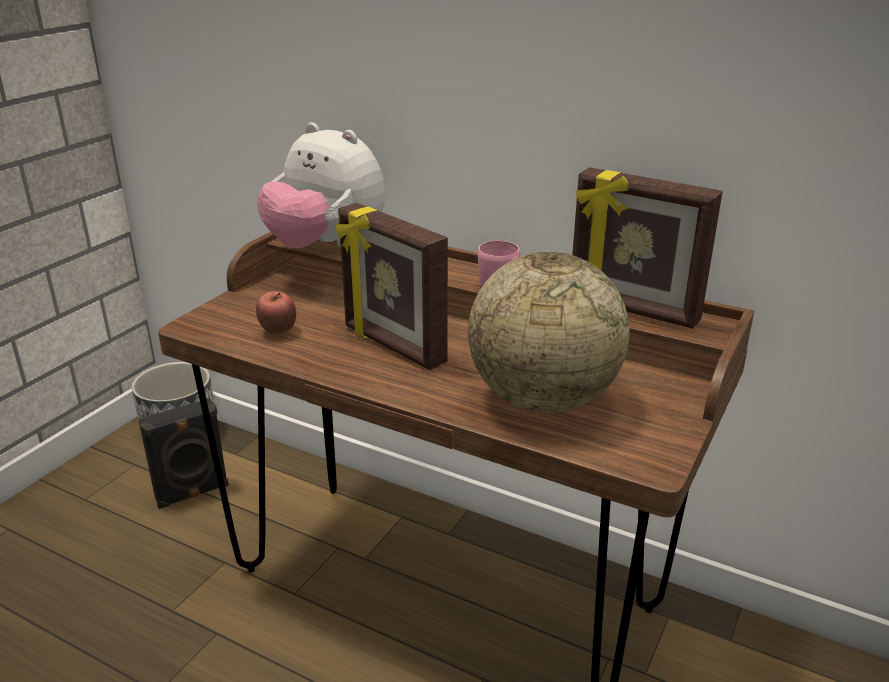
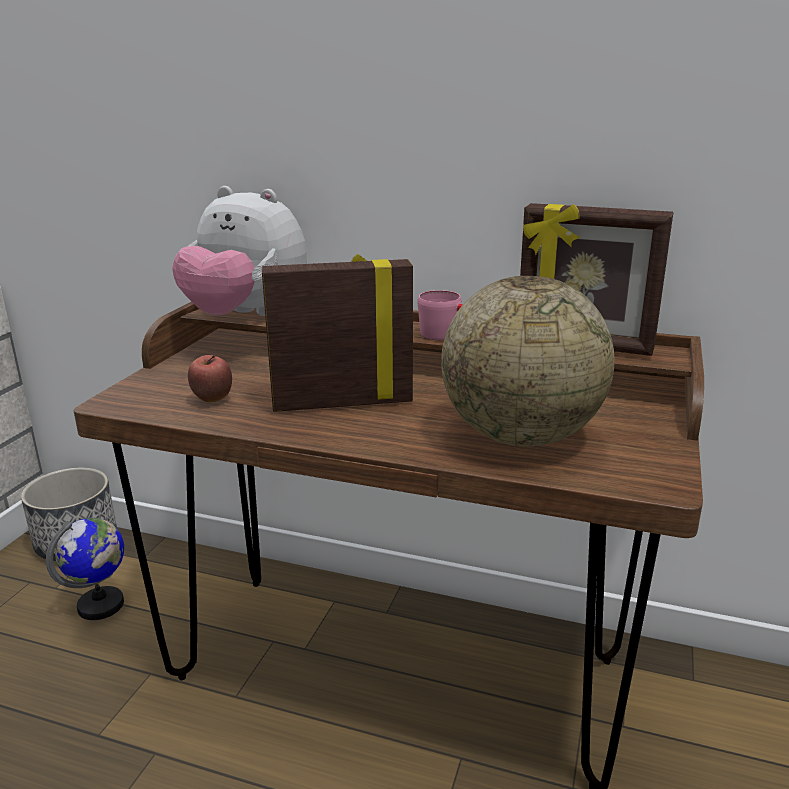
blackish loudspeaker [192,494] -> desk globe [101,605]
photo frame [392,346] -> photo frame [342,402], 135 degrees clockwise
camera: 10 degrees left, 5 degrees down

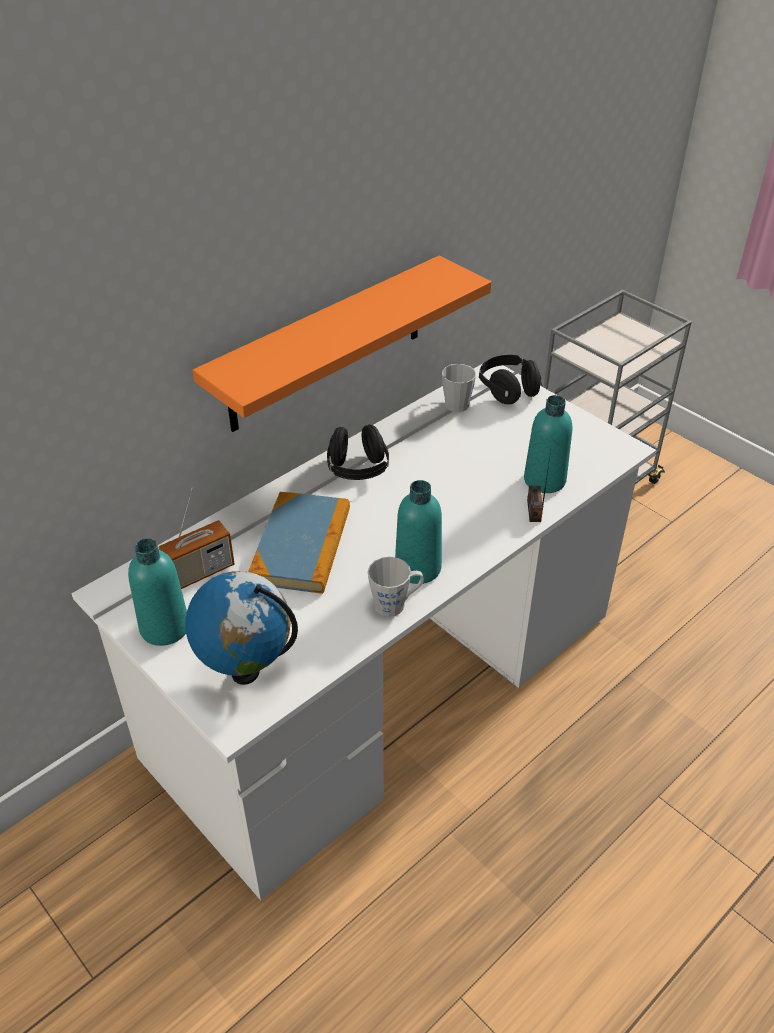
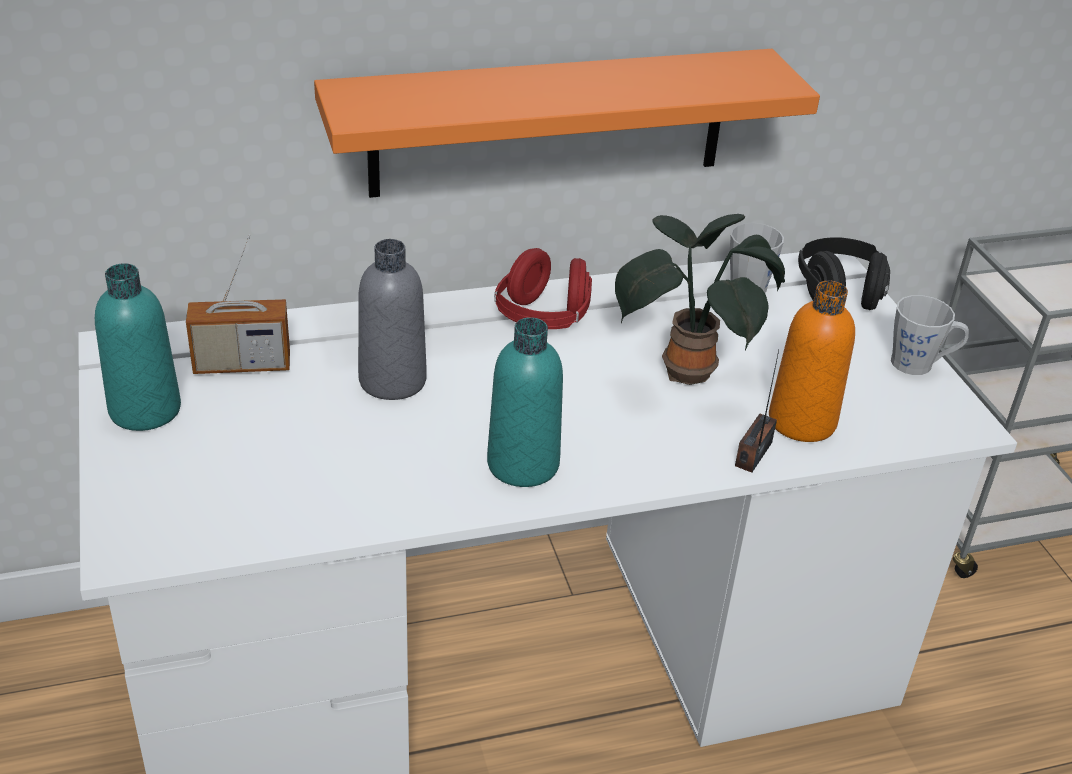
desk globe [246,671] -> none
none -> houseplant [687,369]
gray tea mug [395,604] -> gray tea mug [919,364], move
volume [302,546] -> gray drink bottle [392,380]
blackish pair of headphones [358,470] -> red-coloured pair of headphones [543,318]
turquoise drink bottle [544,480] -> orange drink bottle [802,421]
camera: 25 degrees right, 5 degrees down

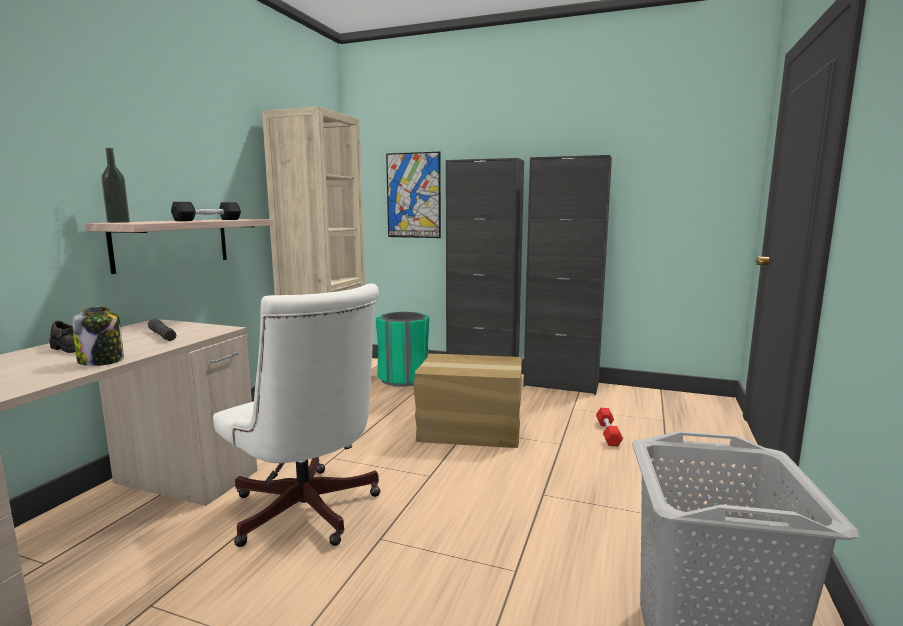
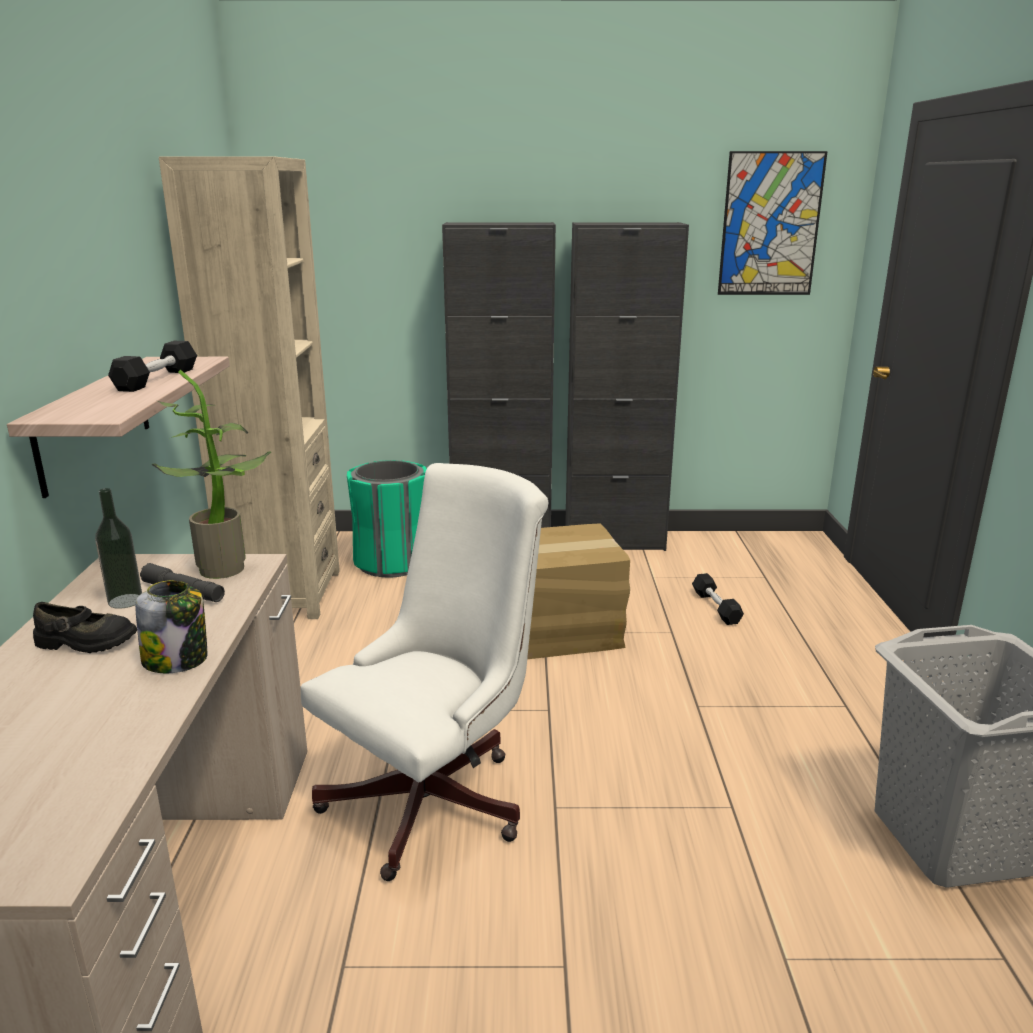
none -> houseplant [227,566]
drink bottle [118,222] -> drink bottle [125,601], move
picture [413,195] -> picture [770,224], move
red-coloured hand weight [608,433] -> blackish hand weight [716,607]
whitish computer chair [307,514] -> whitish computer chair [437,797], 75 degrees counterclockwise
camera: 20 degrees left, 10 degrees up

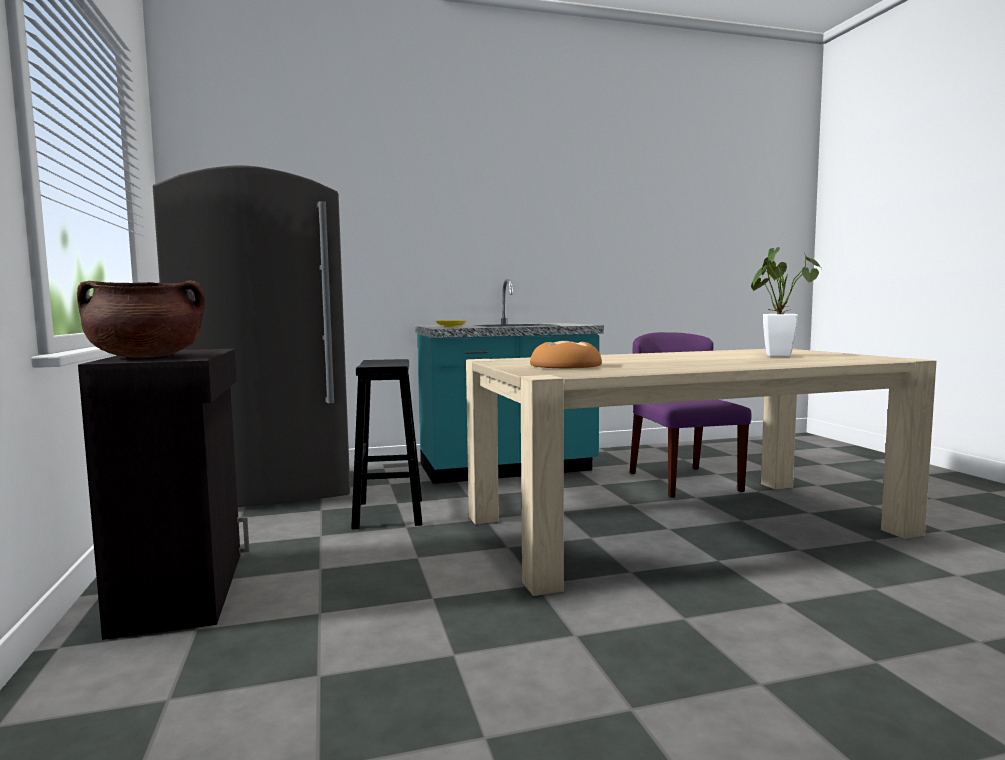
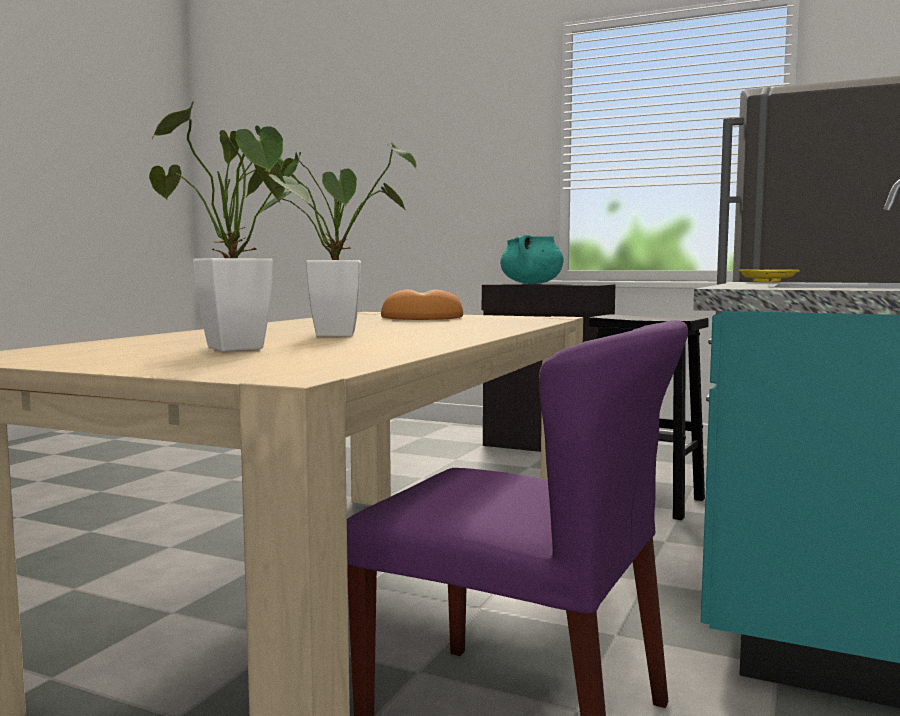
none -> houseplant [323,335]
brownish saucepot [146,357] -> turquoise saucepot [531,283]
camera: 130 degrees right, 0 degrees up

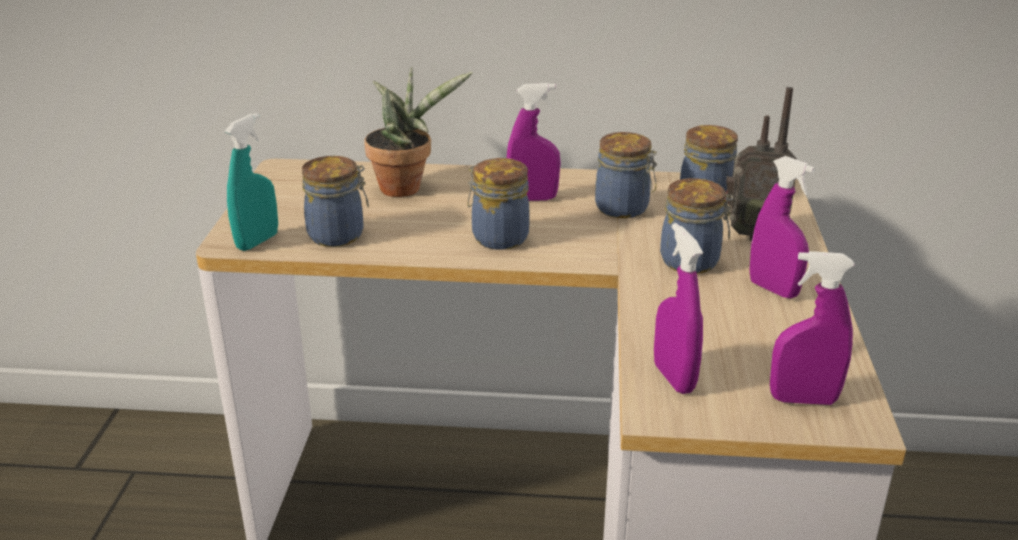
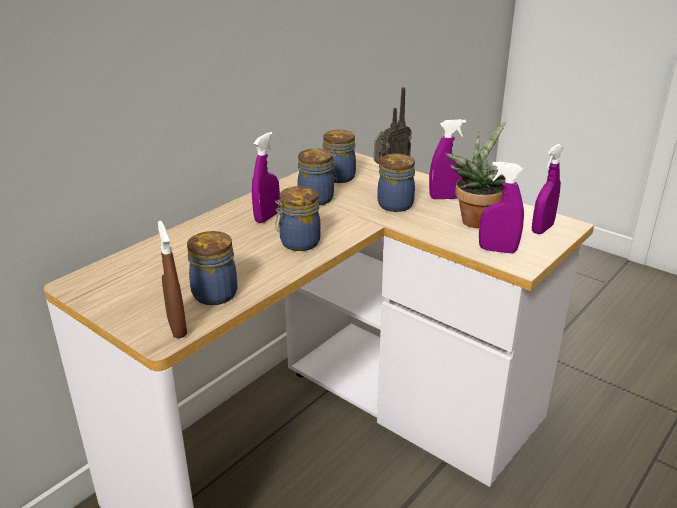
houseplant [406,187] -> houseplant [475,219], move
turquoise sprayer [257,241] -> brownish sprayer [177,327]
camera: 55 degrees left, 0 degrees up

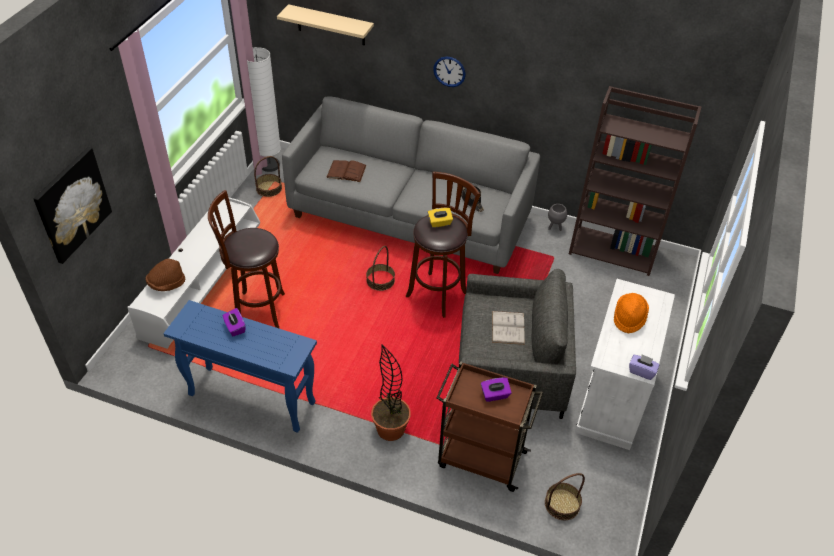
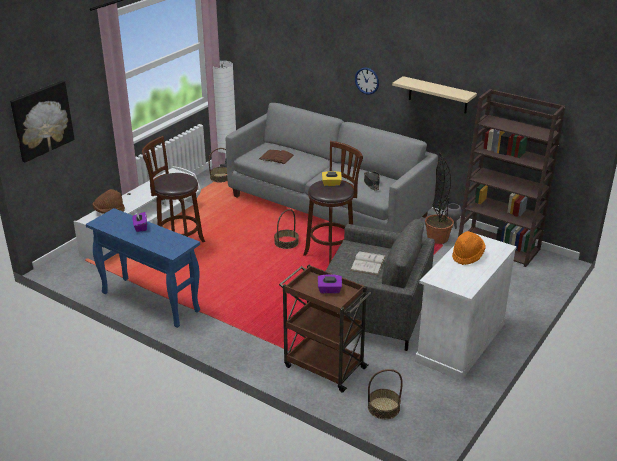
purple tissue box [642,371] -> none
beige-coloured wall shelf [331,25] -> beige-coloured wall shelf [438,95], move
houseplant [390,429] -> houseplant [437,238], move
camera: 15 degrees right, 15 degrees down

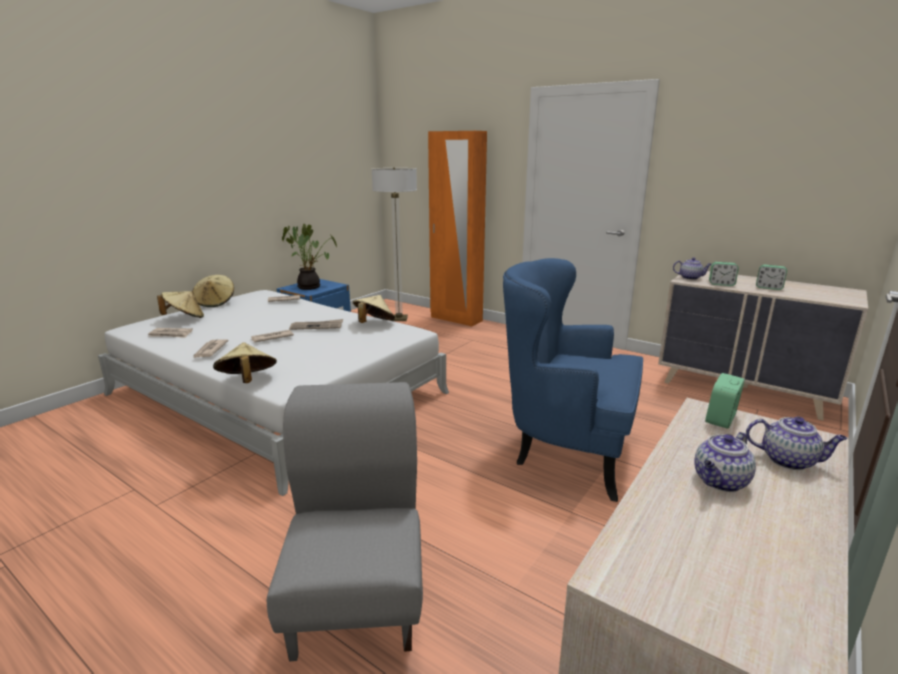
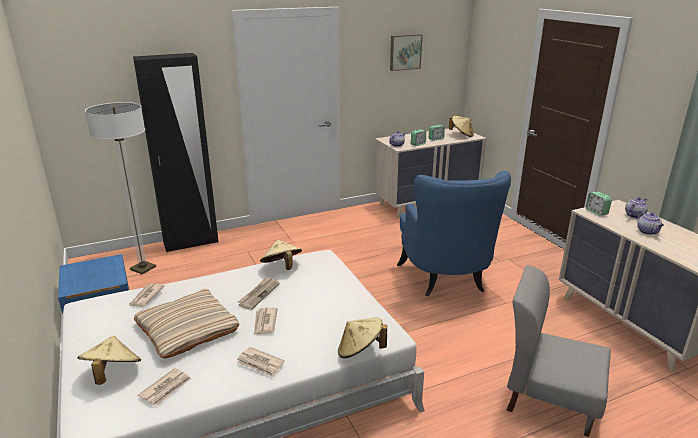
houseplant [311,287] -> none
none -> beige-coloured cushion [187,328]
none -> picture [405,52]
beige-coloured clothing hat [215,302] -> beige-coloured clothing hat [461,135], move
orange wardrobe [456,319] -> blackish wardrobe [191,243]
bluish armchair [565,450] -> bluish armchair [447,280], 60 degrees counterclockwise
camera: 60 degrees left, 5 degrees up

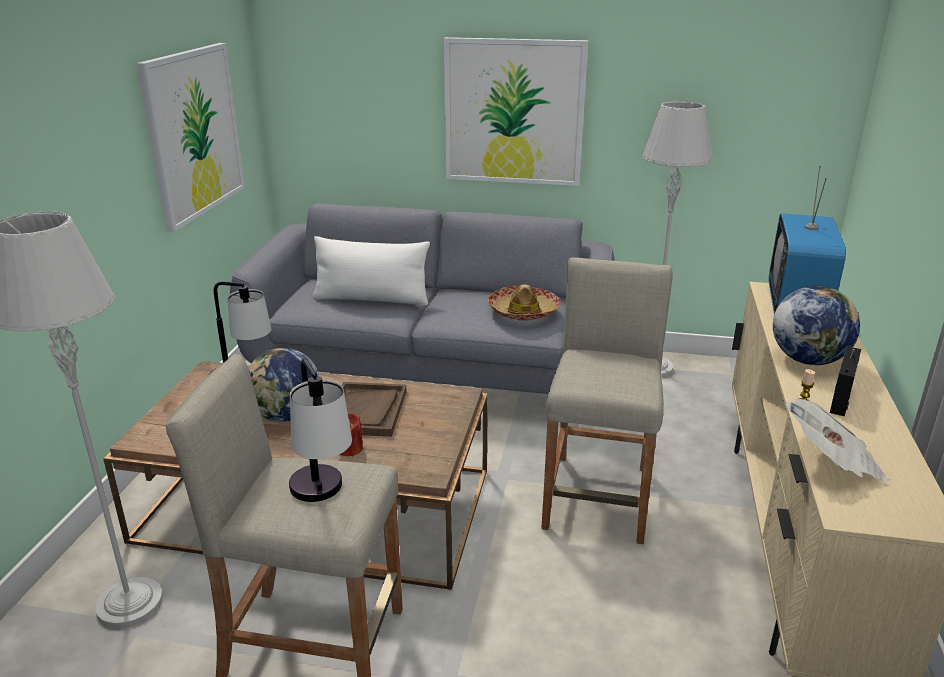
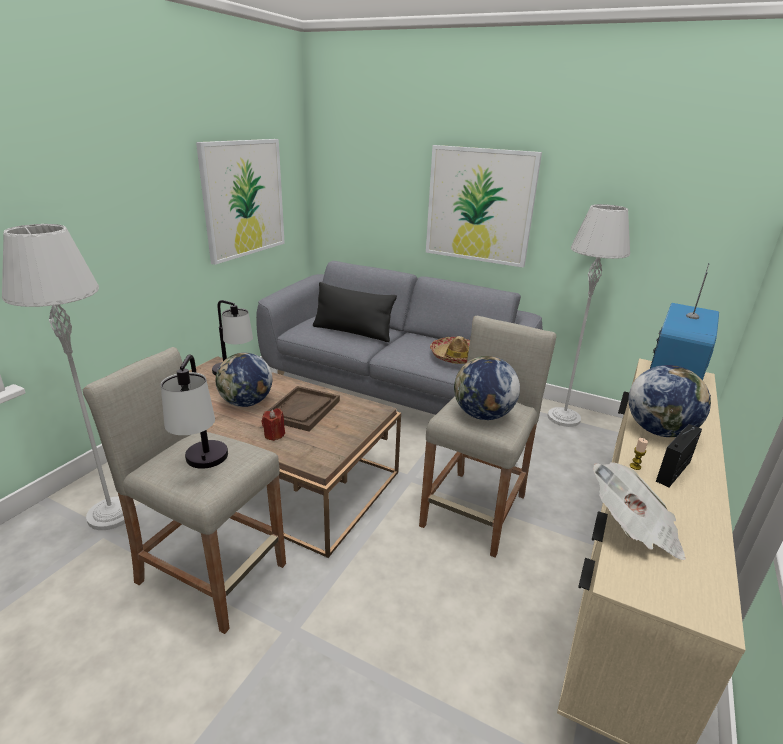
none -> desk globe [482,415]
whitish cushion [372,299] -> blackish cushion [352,332]
camera: 15 degrees right, 0 degrees up

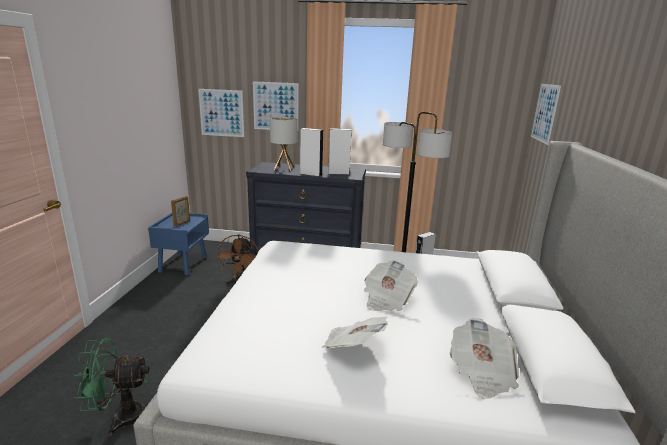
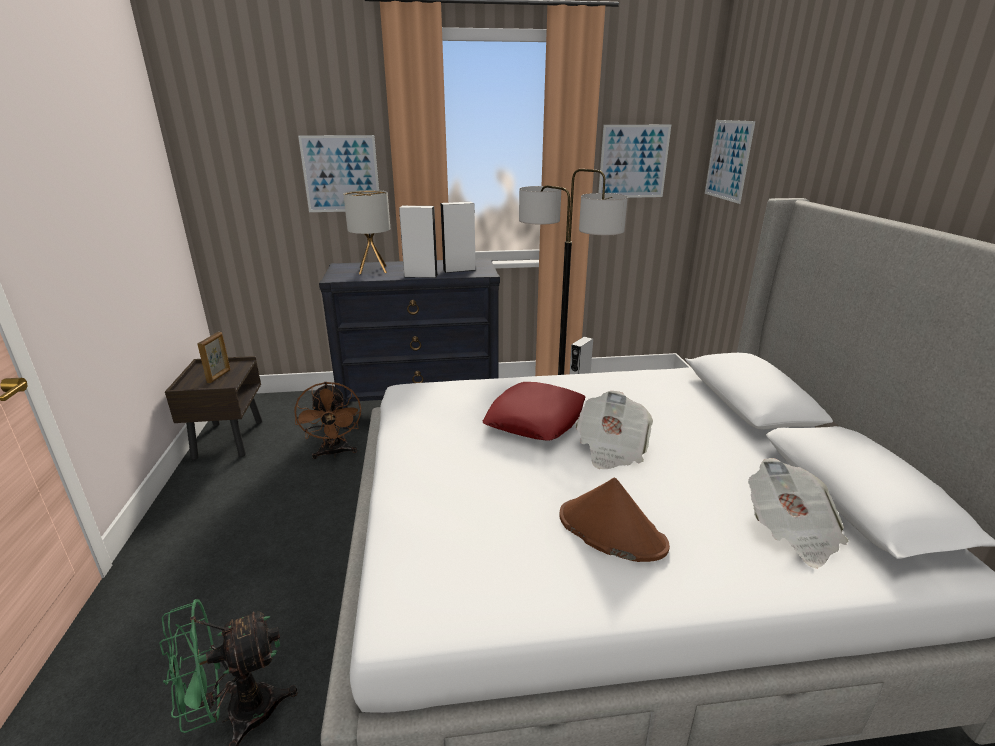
none -> red-coloured cushion [535,419]
picture [221,113] -> picture [633,162], move
newspaper [353,346] -> brownish clothing hat [611,531]
bluish nightstand [183,264] -> brownish nightstand [228,439]
camera: 15 degrees left, 5 degrees up

